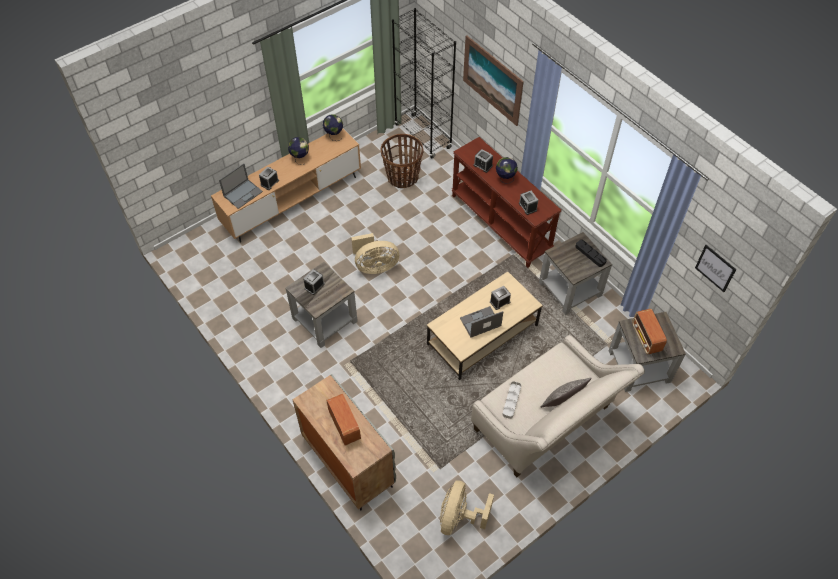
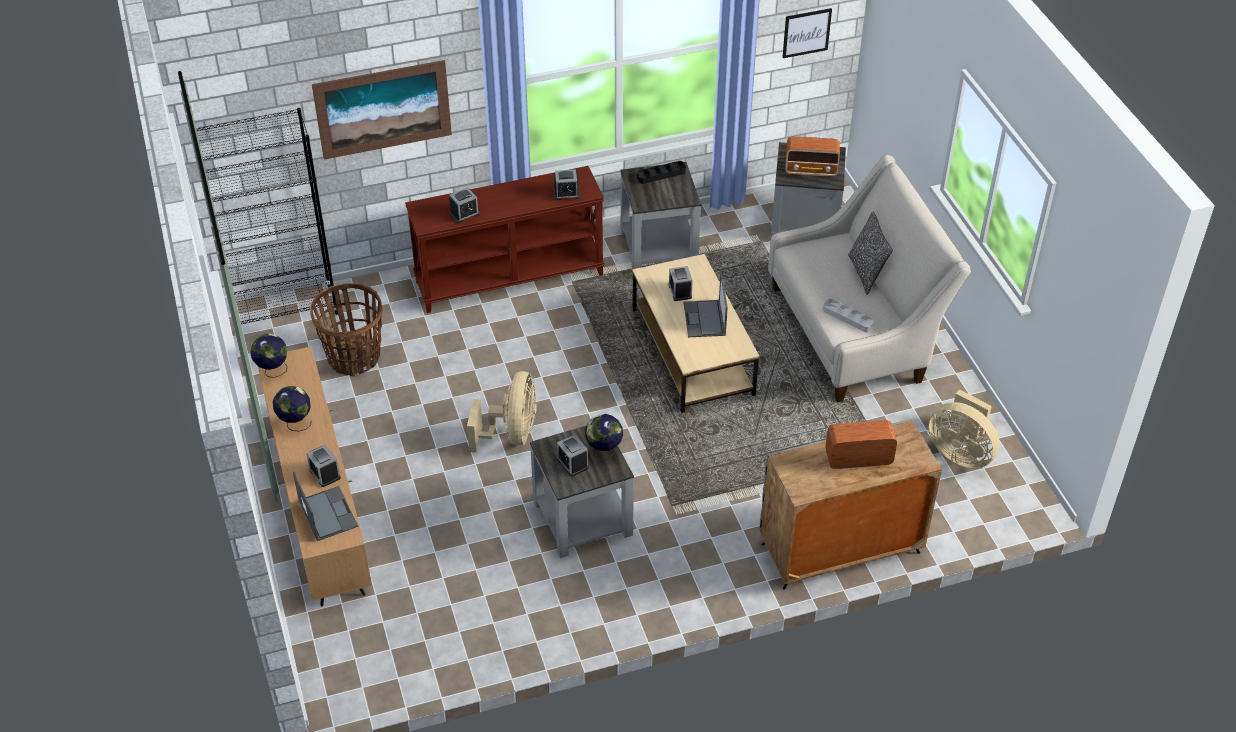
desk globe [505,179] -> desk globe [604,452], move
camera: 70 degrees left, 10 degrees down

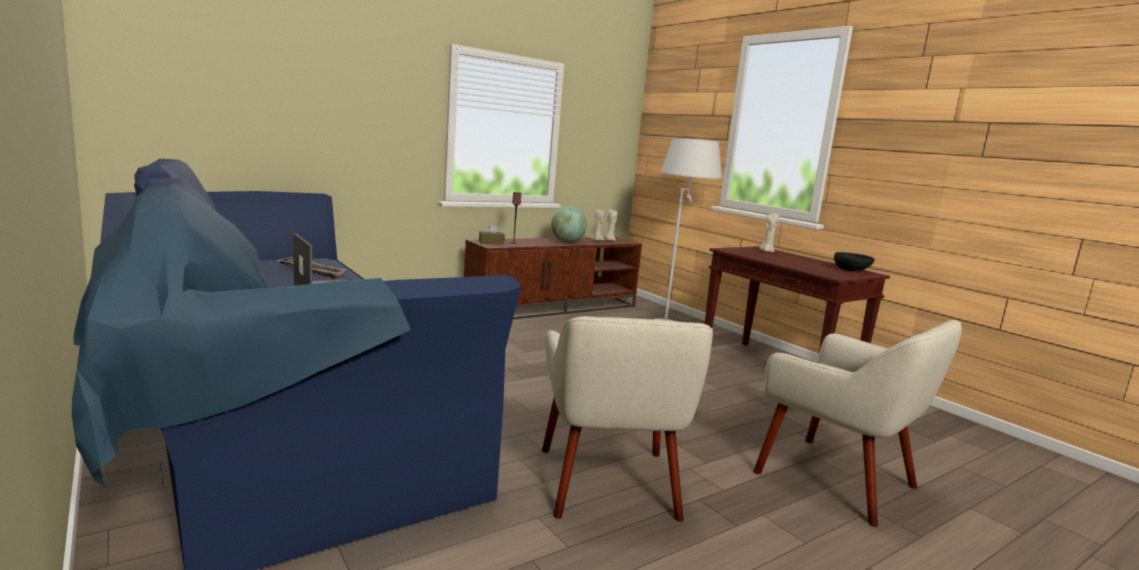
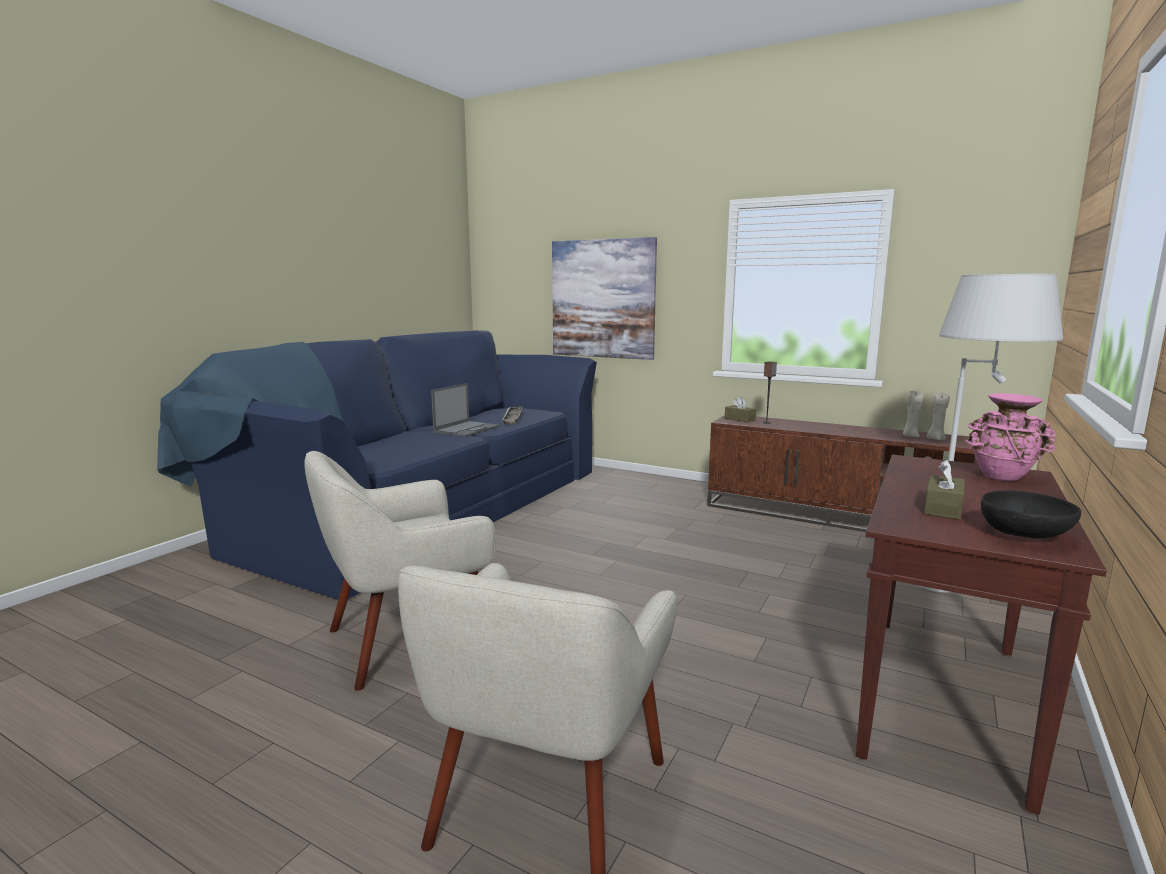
desk globe [567,242] -> none
none -> picture [603,299]
none -> brownish tissue box [943,508]
beige-coloured wax light [766,251] -> pink vase [1002,477]
camera: 65 degrees right, 0 degrees up

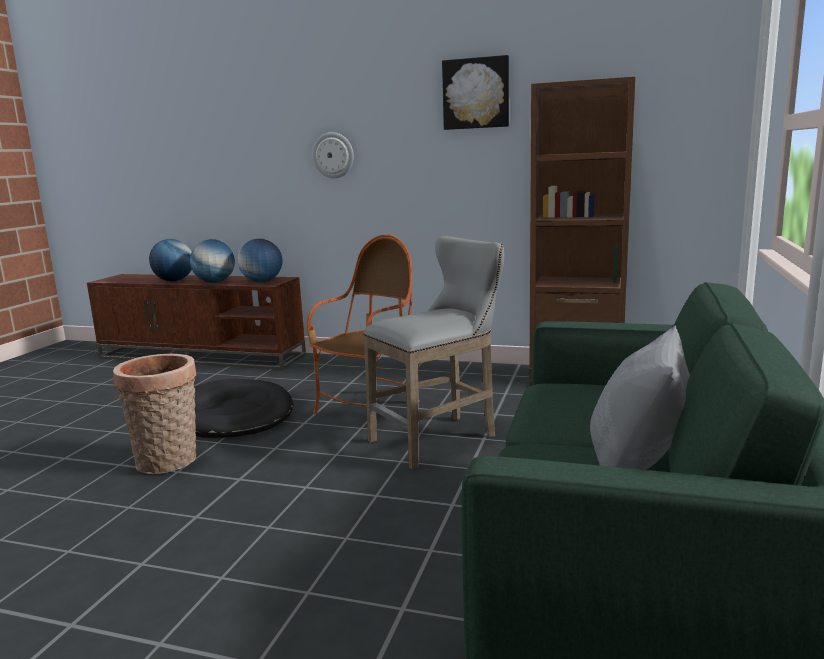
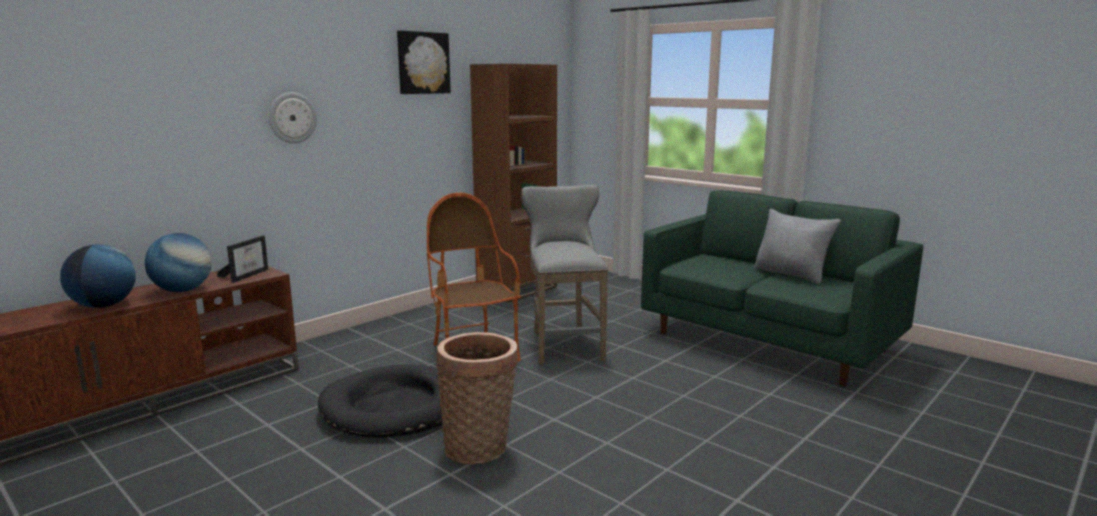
desk globe [262,282] -> photo frame [247,275]
camera: 65 degrees left, 0 degrees up

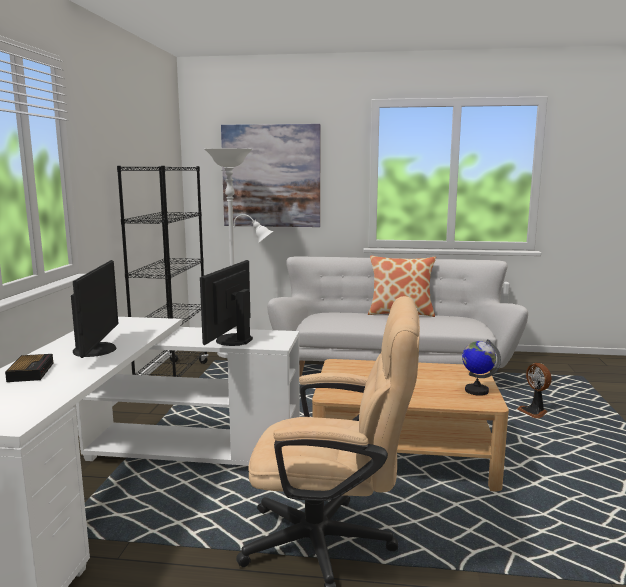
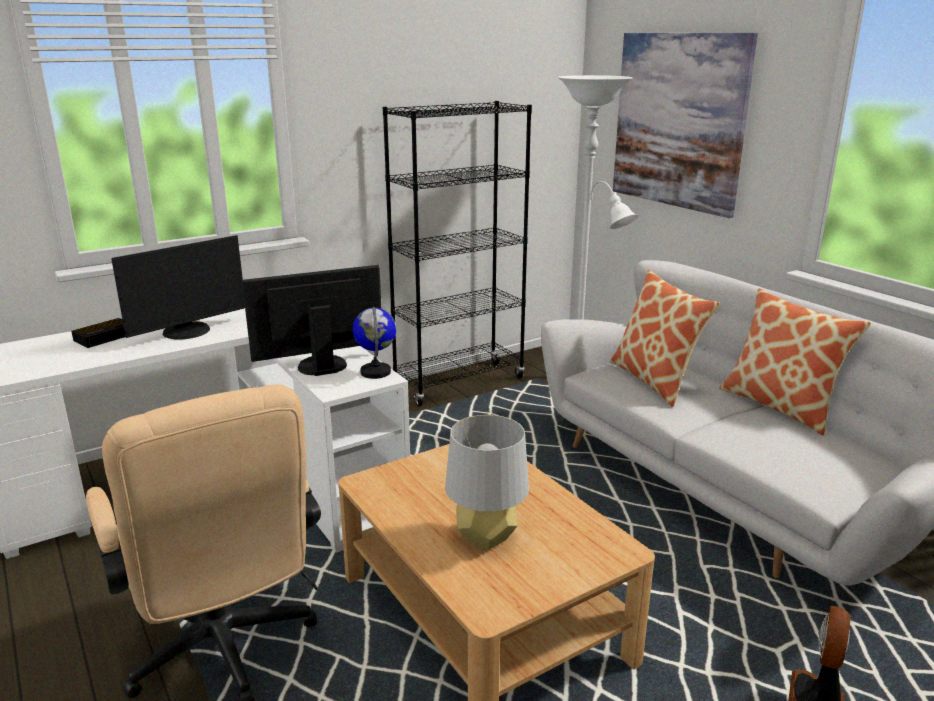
none -> gray table lamp [486,538]
none -> cushion [655,380]
desk globe [476,390] -> desk globe [376,372], move
camera: 50 degrees right, 10 degrees up

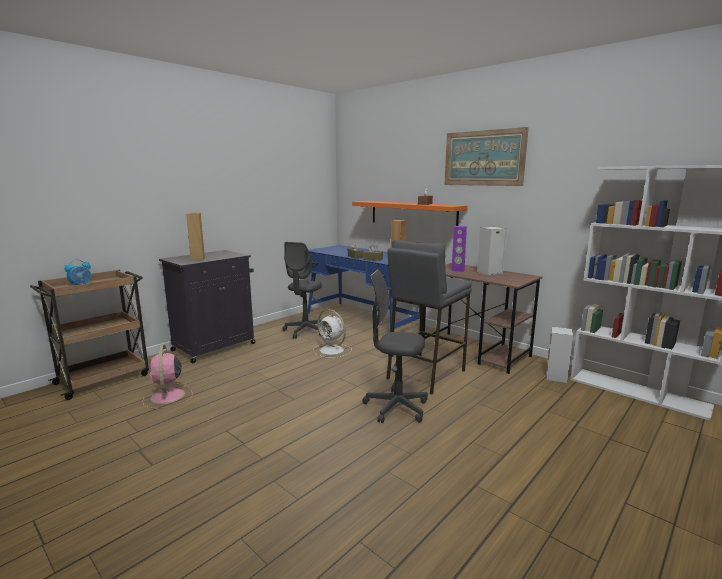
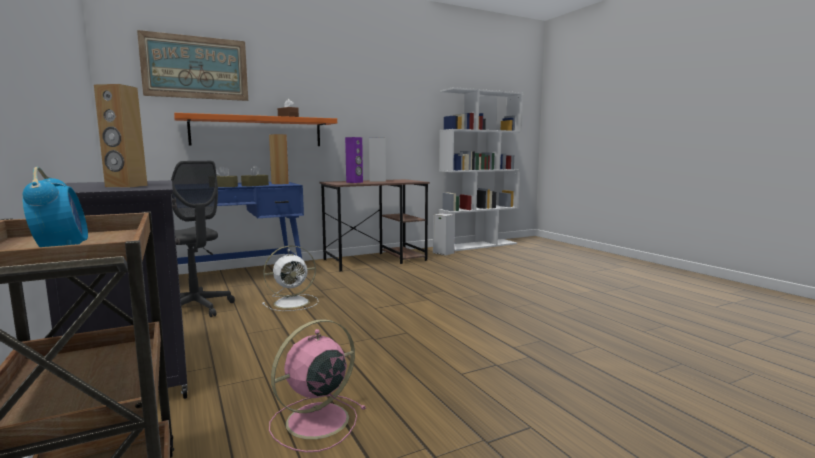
gray computer chair [396,407] -> none
gray sitting stool [425,374] -> none
picture [483,158] -> picture [195,67], move
pink electric fan [167,397] -> pink electric fan [315,421], 135 degrees clockwise
camera: 70 degrees left, 5 degrees down

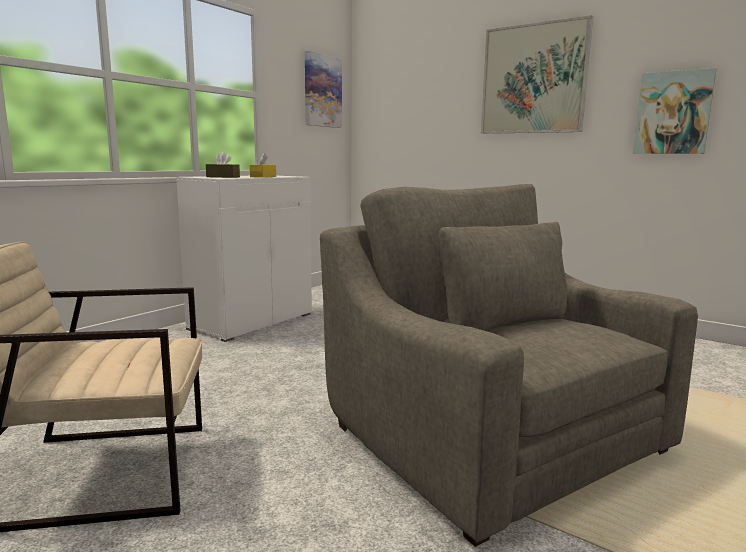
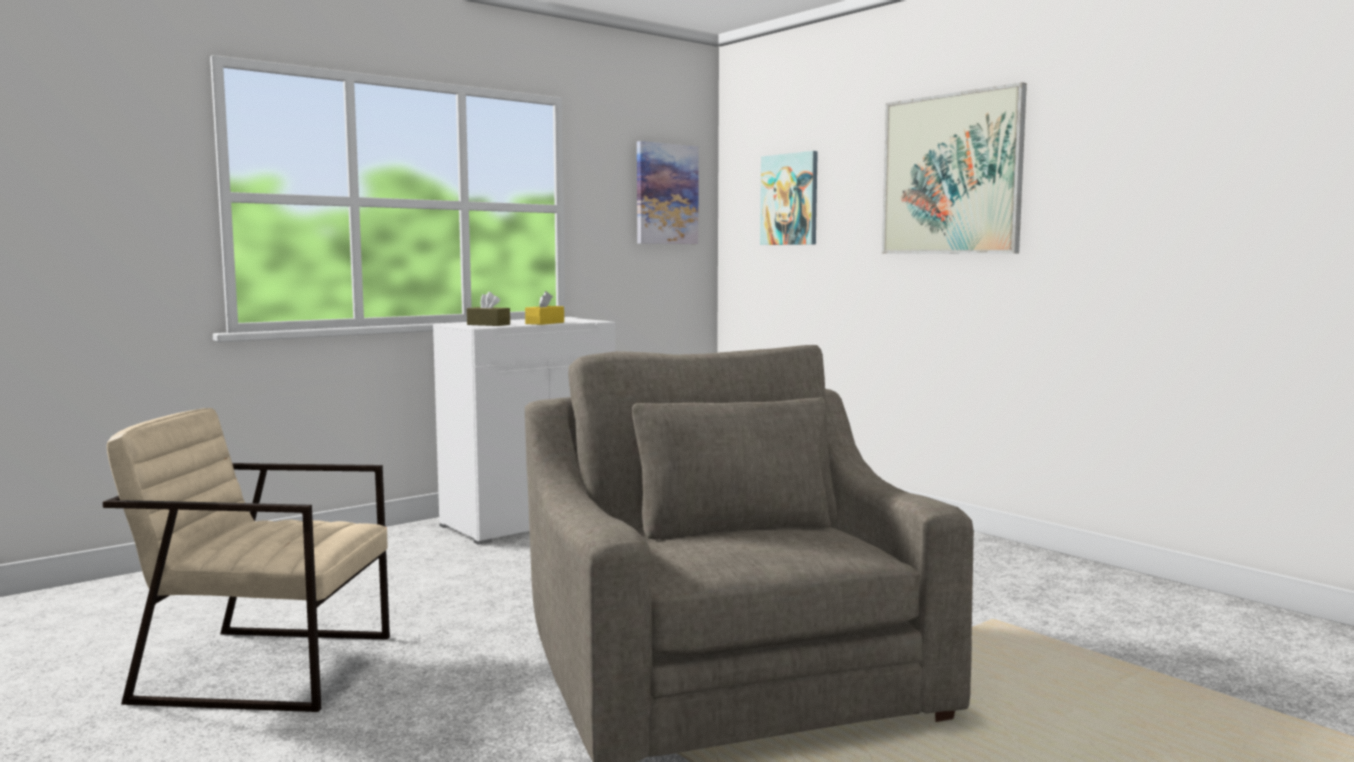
picture [673,113] -> picture [790,199], move
camera: 15 degrees right, 5 degrees down

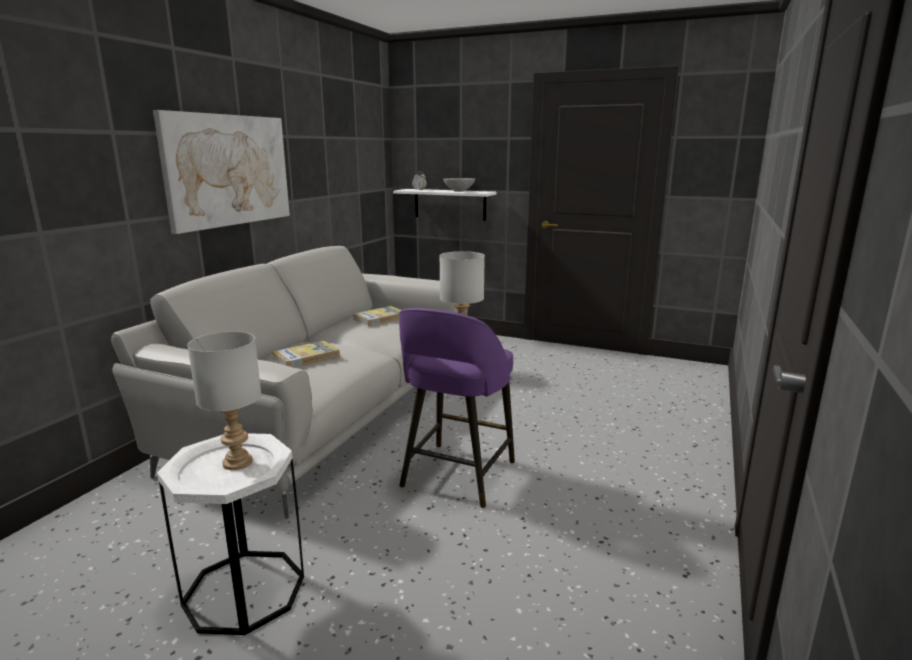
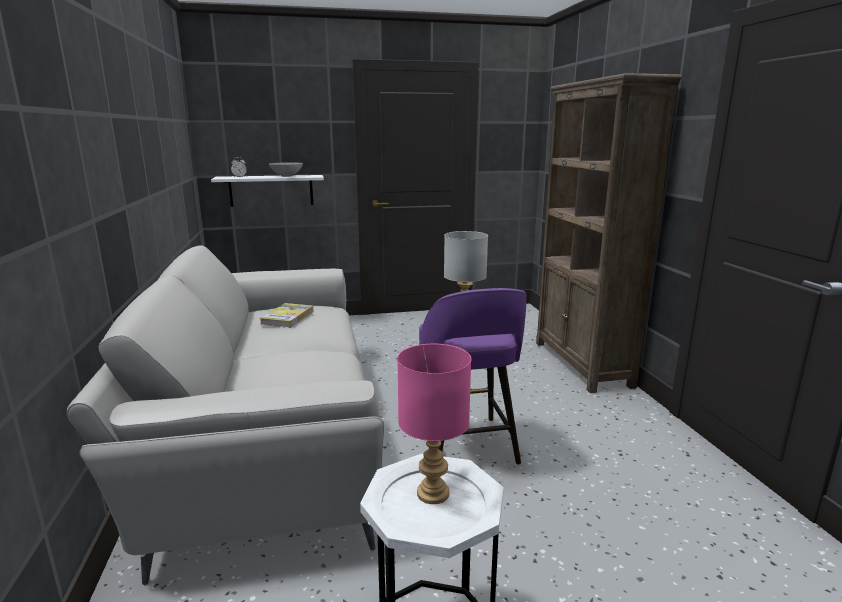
picture [228,170] -> none
volume [306,357] -> none
none -> brownish shelving unit [582,364]
gray table lamp [239,462] -> pink table lamp [433,492]
camera: 35 degrees left, 0 degrees up

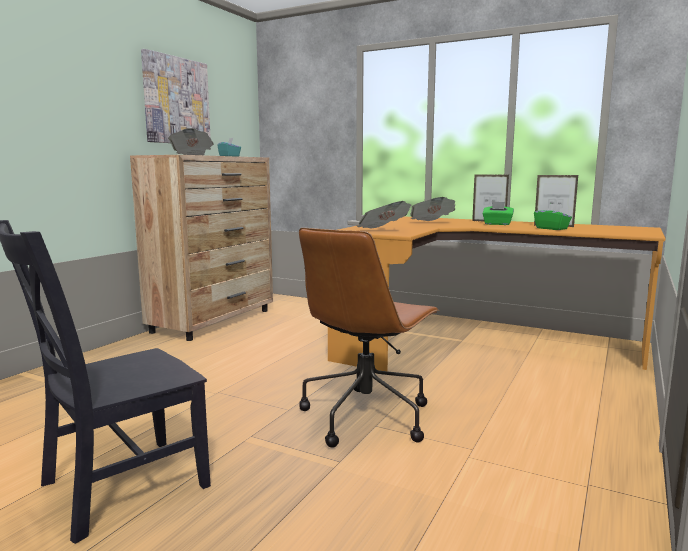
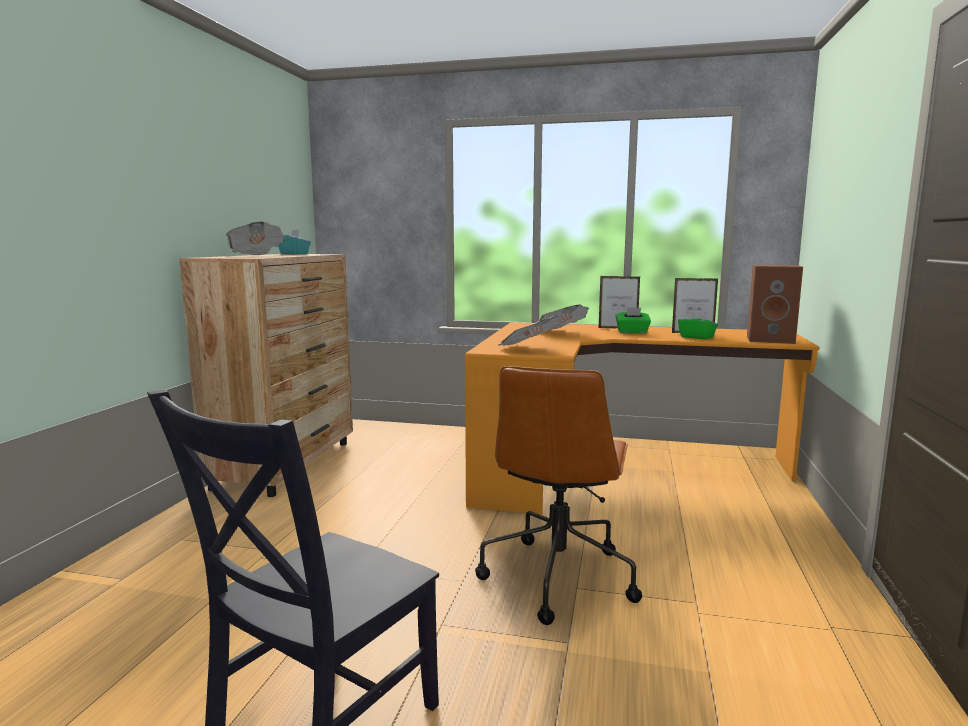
picture [176,101] -> none
none -> brownish loudspeaker [771,339]
camera: 15 degrees left, 0 degrees up

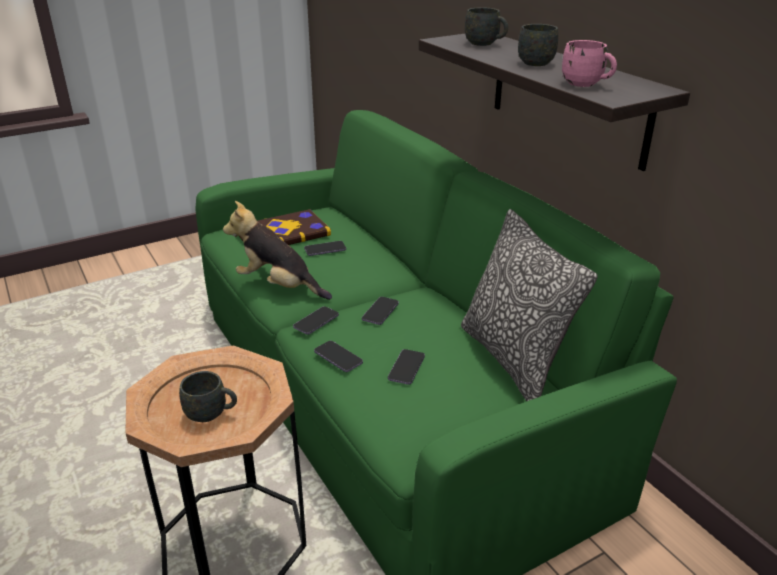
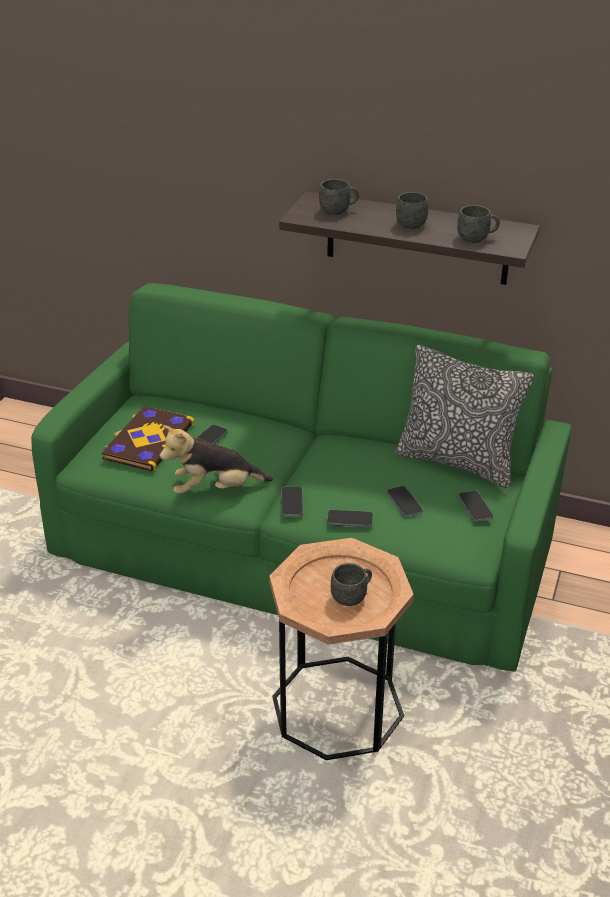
phone [380,312] -> phone [475,507], move
pink tea mug [587,84] -> gray tea mug [477,238]
camera: 40 degrees left, 5 degrees up

